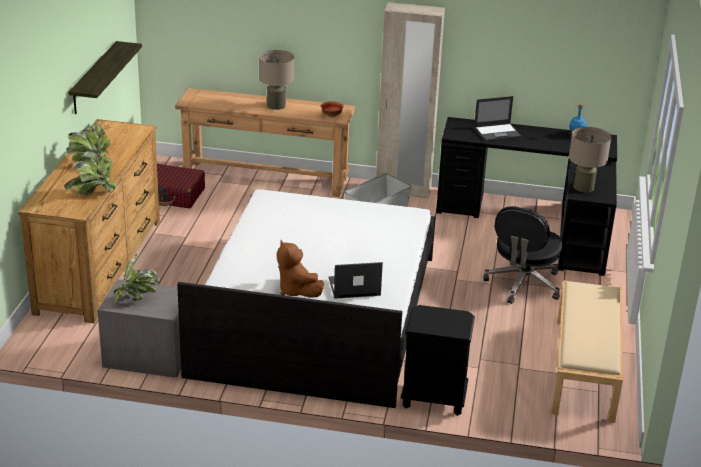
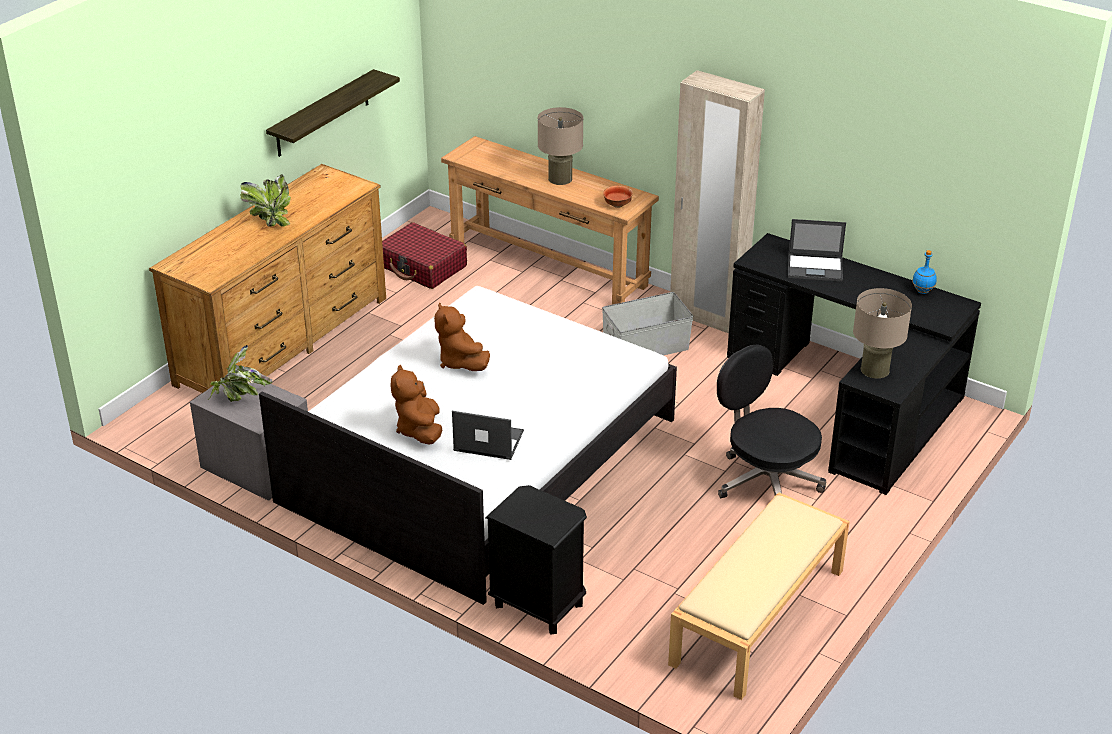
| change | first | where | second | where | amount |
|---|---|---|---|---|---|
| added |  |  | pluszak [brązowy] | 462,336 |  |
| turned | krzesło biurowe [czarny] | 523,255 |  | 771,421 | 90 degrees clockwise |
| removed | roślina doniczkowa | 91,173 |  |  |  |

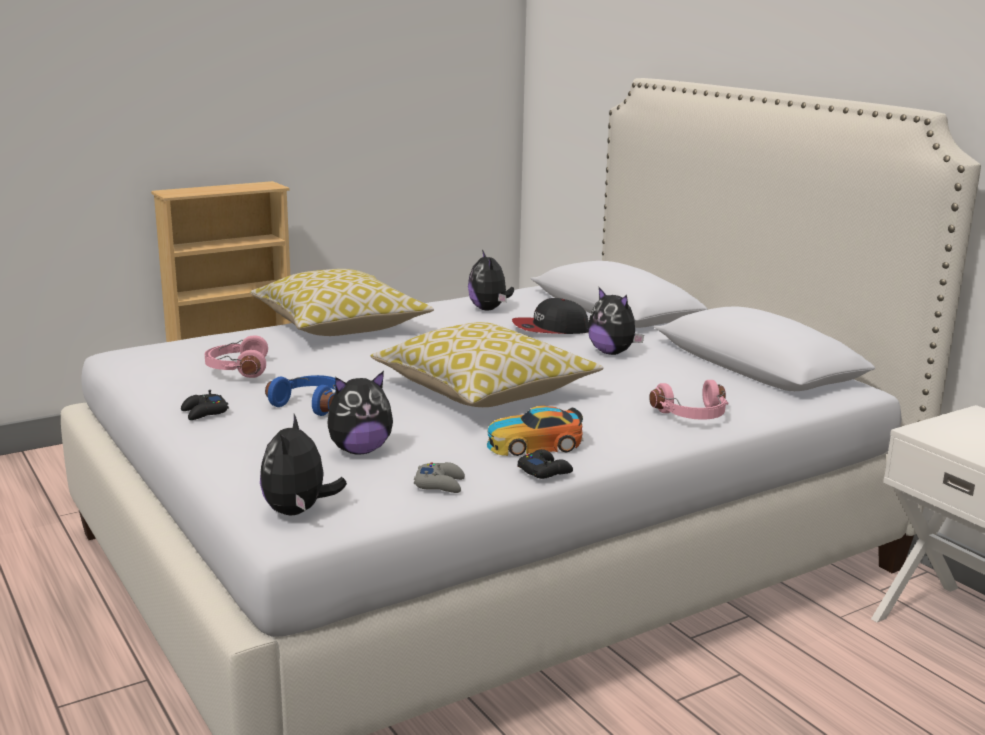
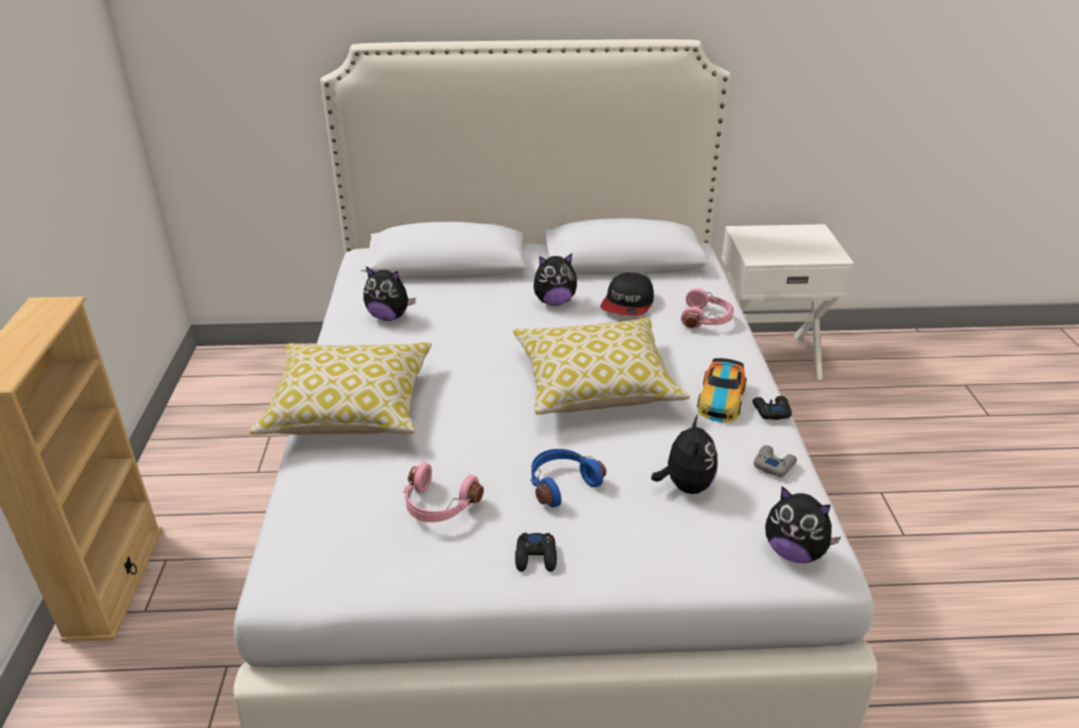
| change | first | where | second | where | amount |
|---|---|---|---|---|---|
| moved | czapka z daszkiem | 550,316 |  | 627,294 |  |

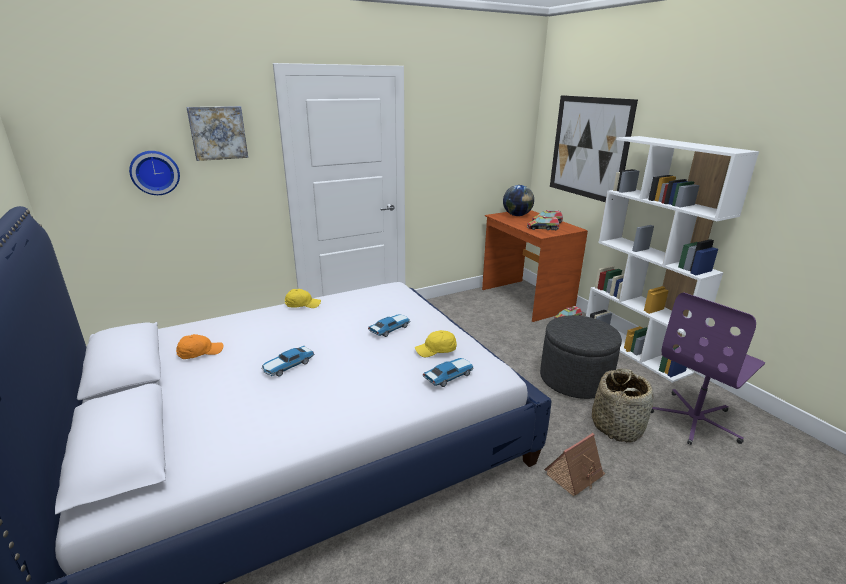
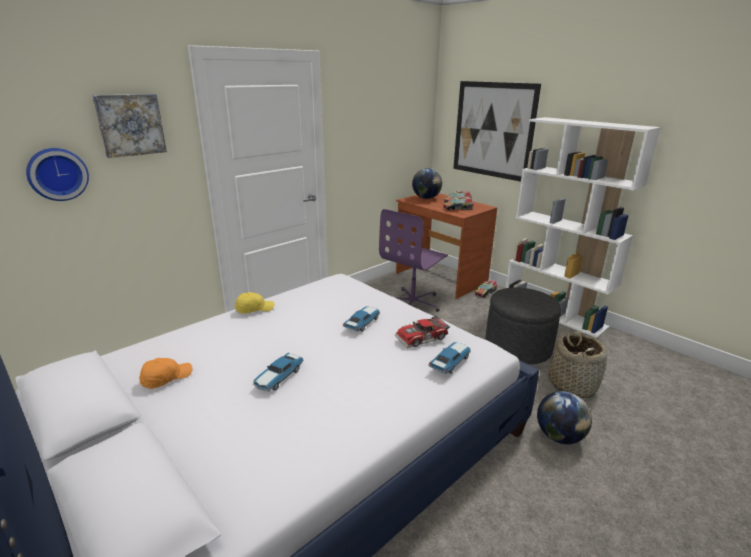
| change | first | where | second | where | amount |
|---|---|---|---|---|---|
| moved | krzesło biurowe [fioletowy] | 708,368 |  | 413,260 |  |
| replaced | czapka z daszkiem [żółty] | 436,343 | samochodzik | 422,331 |  |
| replaced | domek | 575,464 | globus | 564,417 |  |

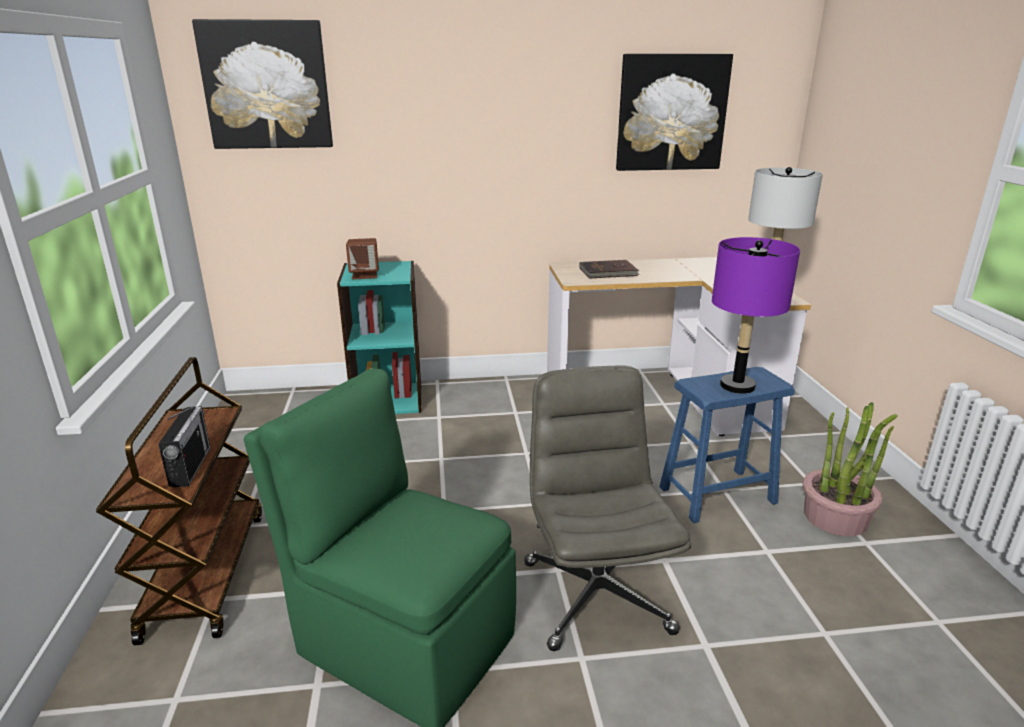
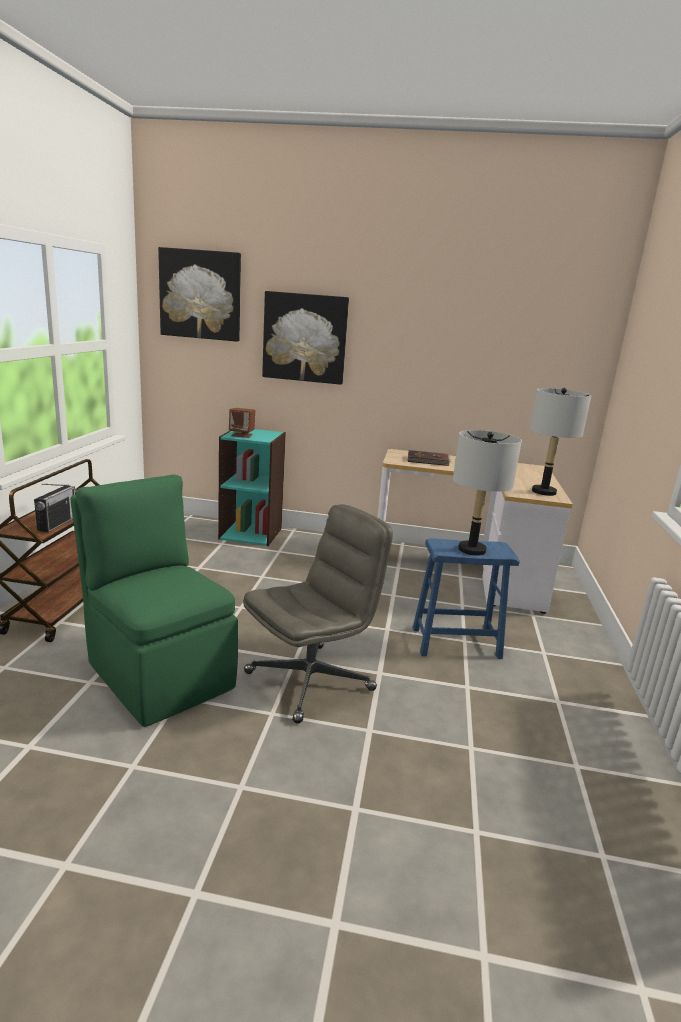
| change | first | where | second | where | amount |
|---|---|---|---|---|---|
| turned | krzesło biurowe [szary] | 607,508 |  | 318,614 | 45 degrees clockwise |
| moved | obraz | 674,112 |  | 305,338 |  |
| recoloured | lampa stołowa [fioletowy] | 756,315 | lampa stołowa [szary] | 487,493 |  |
| removed | roślina doniczkowa | 850,469 |  |  |  |

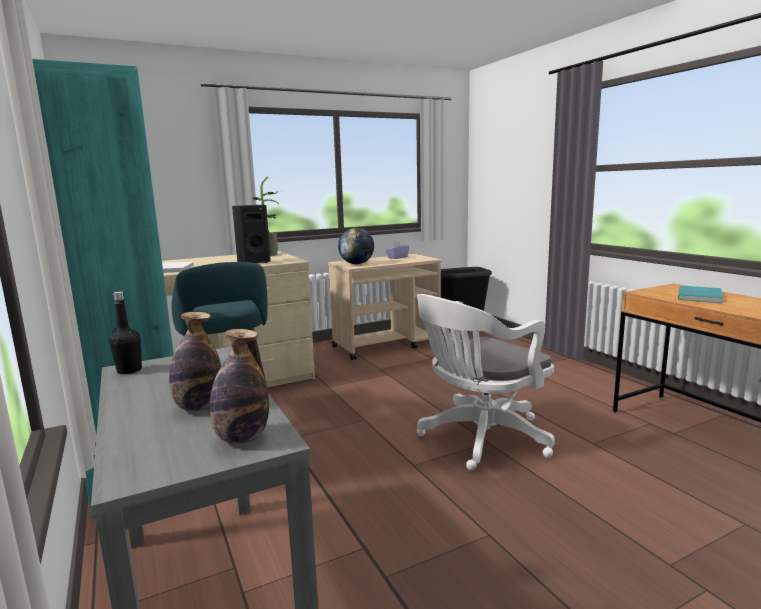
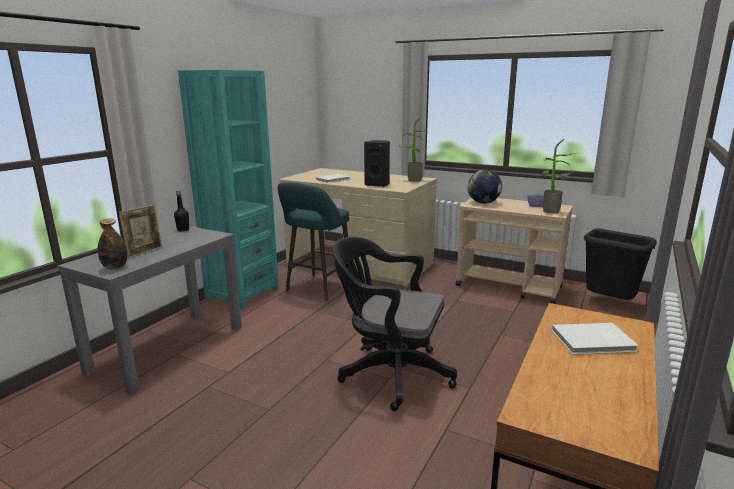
| change | first | where | second | where | amount |
|---|---|---|---|---|---|
| replaced | butelka | 195,361 | ramka na zdjęcie | 140,231 |  |
| recoloured | krzesło biurowe [biały] | 486,382 | krzesło biurowe [czarny] | 395,324 |  |
| added |  |  | roślina doniczkowa | 559,176 |  |
| recoloured | książka [turkusowy] | 700,294 | książka [biały] | 595,339 |  |

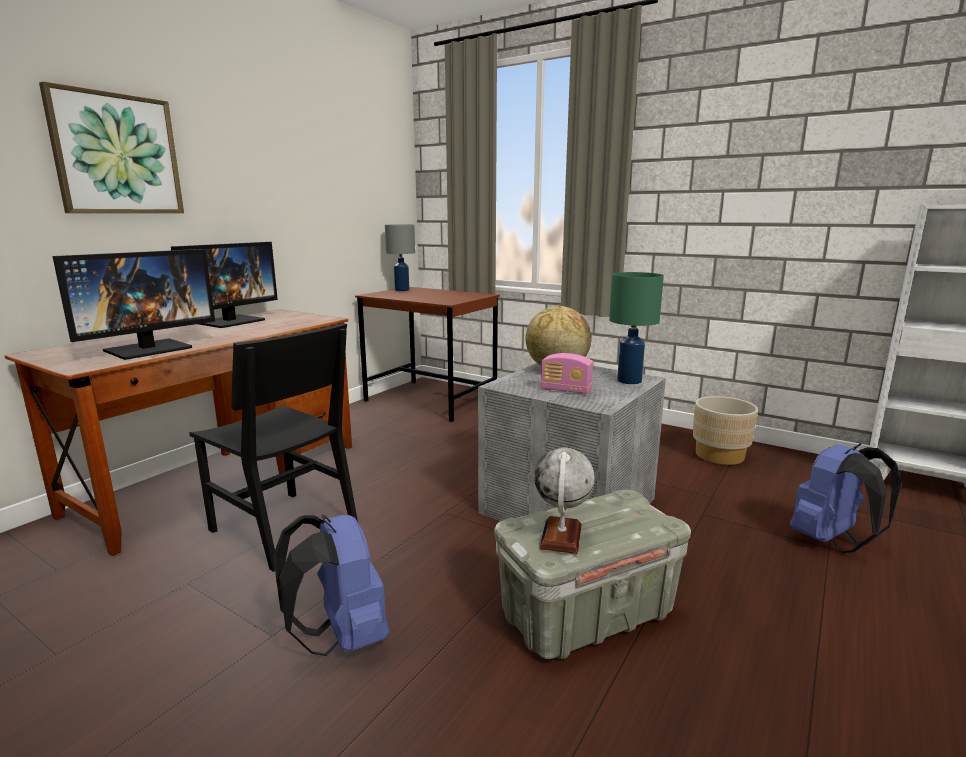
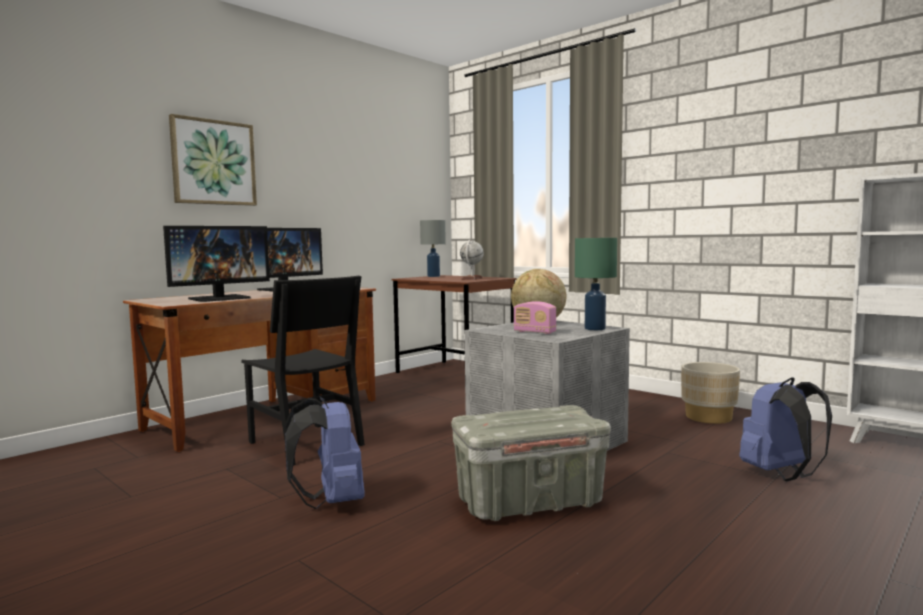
| change | first | where | second | where | amount |
|---|---|---|---|---|---|
| moved | globus | 564,500 |  | 472,260 |  |

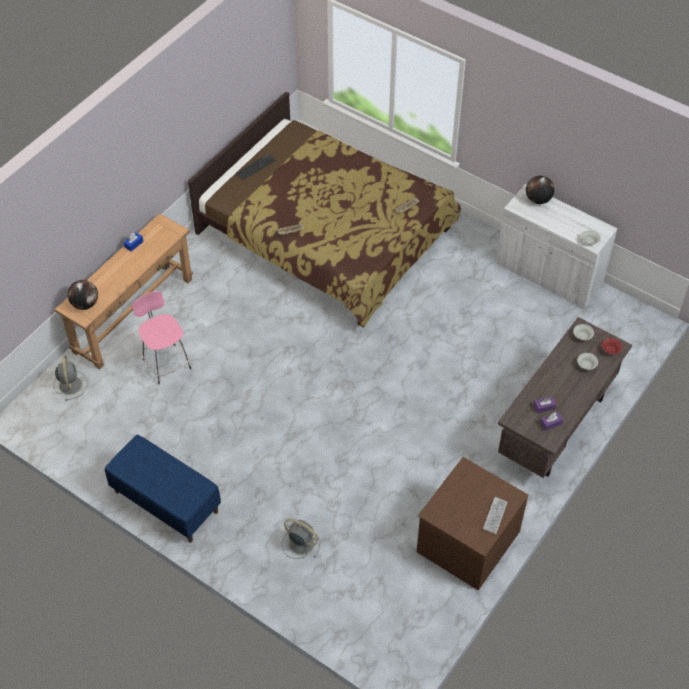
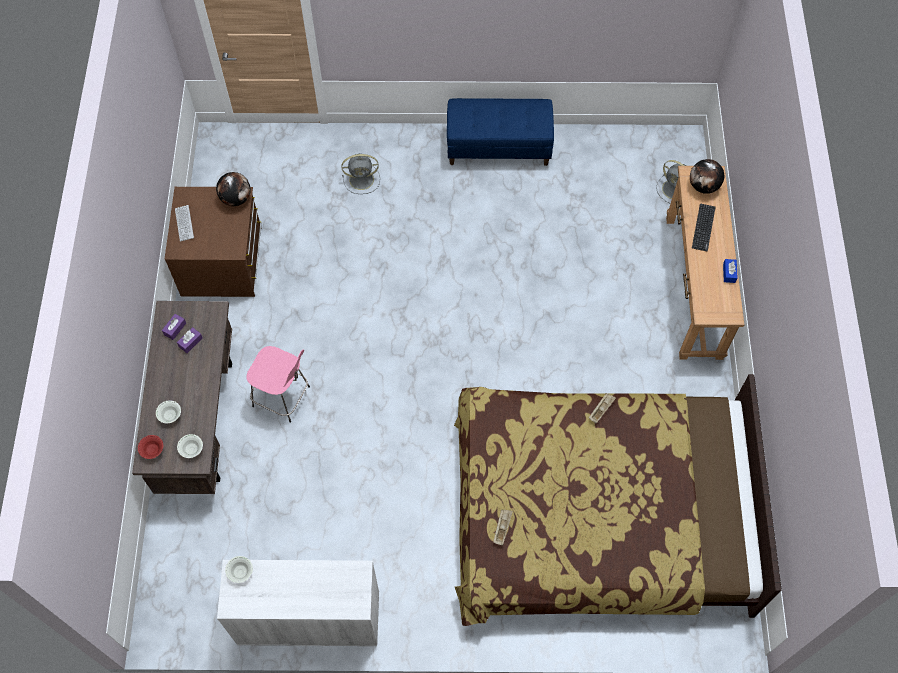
| change | first | where | second | where | amount |
|---|---|---|---|---|---|
| moved | globus | 540,190 |  | 233,189 |  |
| moved | stołek [różowy] | 161,337 |  | 278,384 |  |
| moved | klawiatura | 256,167 |  | 704,227 |  |

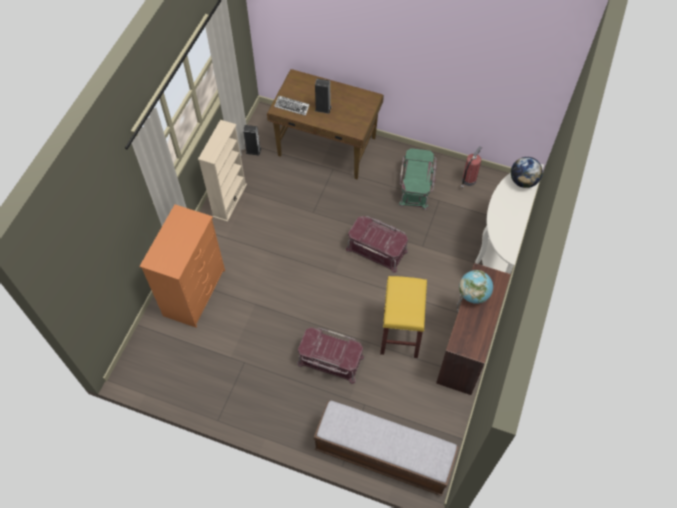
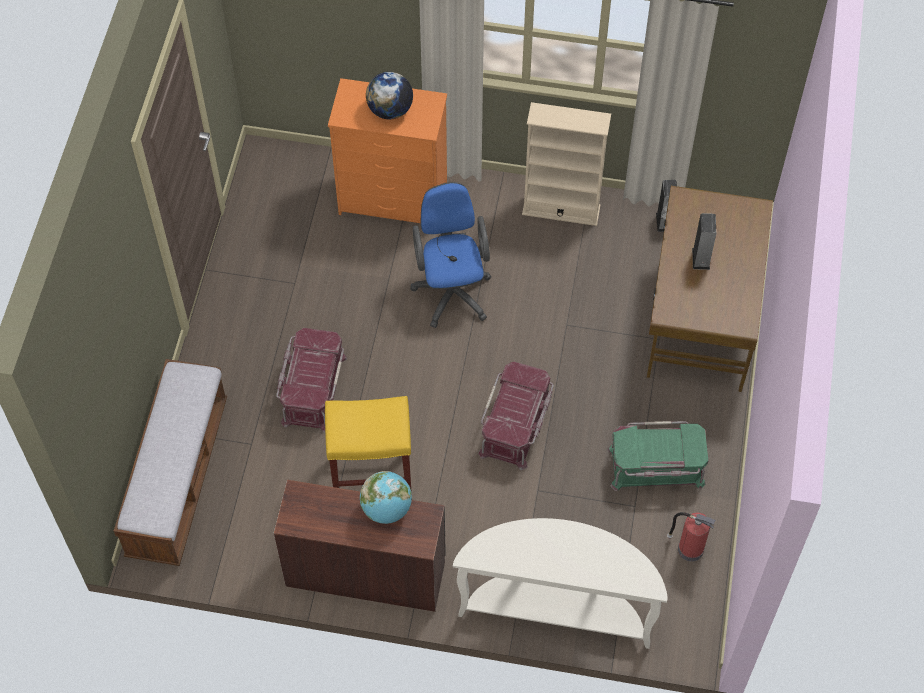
| change | first | where | second | where | amount |
|---|---|---|---|---|---|
| moved | globus | 527,172 |  | 389,95 |  |
| added |  |  | krzesło biurowe [niebieski] | 450,255 |  |
| removed | klawiatura | 292,105 |  |  |  |

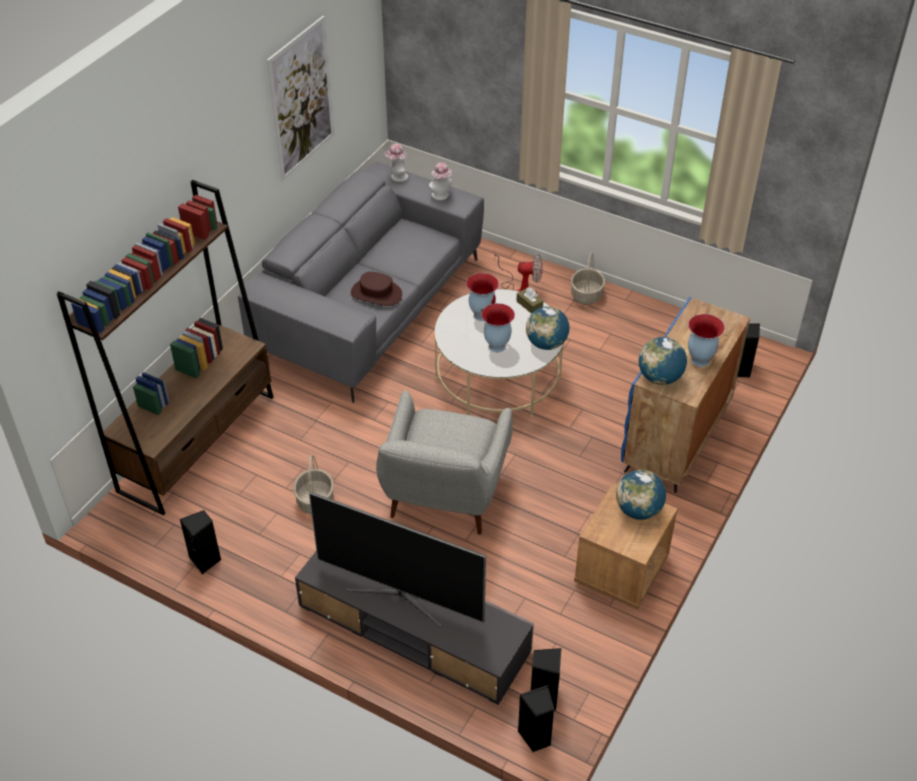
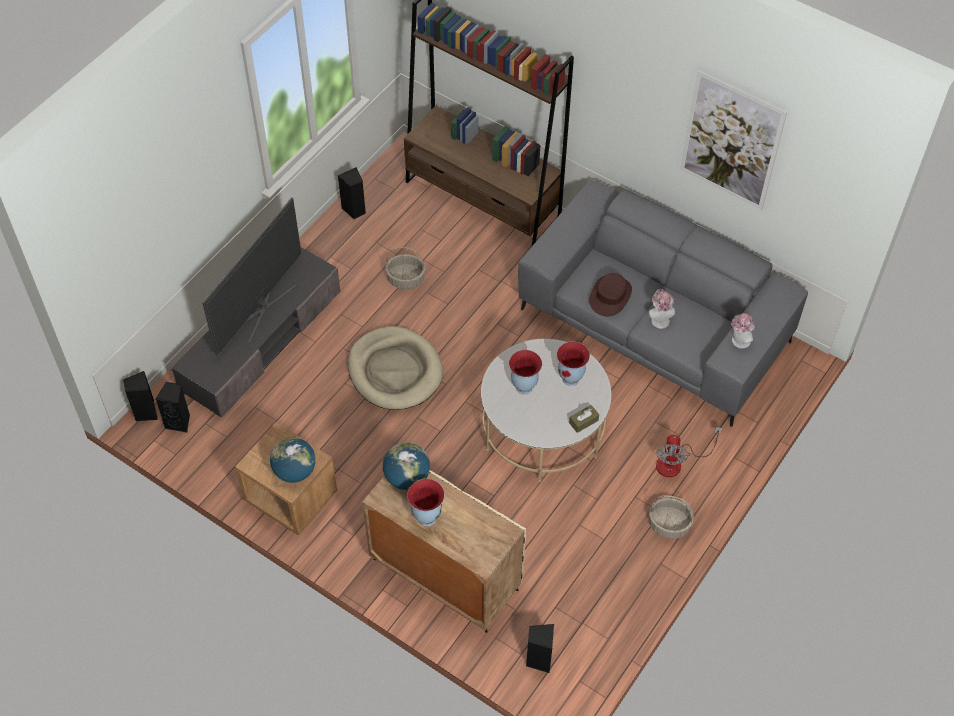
| change | first | where | second | where | amount |
|---|---|---|---|---|---|
| replaced | fotel [szary] | 444,462 | legowisko [beżowy] | 395,368 |  |
| recoloured | szafka [niebieski] | 685,395 | szafka [beżowy] | 444,551 |  |
| moved | kapelusz | 396,163 |  | 662,309 |  |
| removed | globus | 547,328 |  |  |  |

